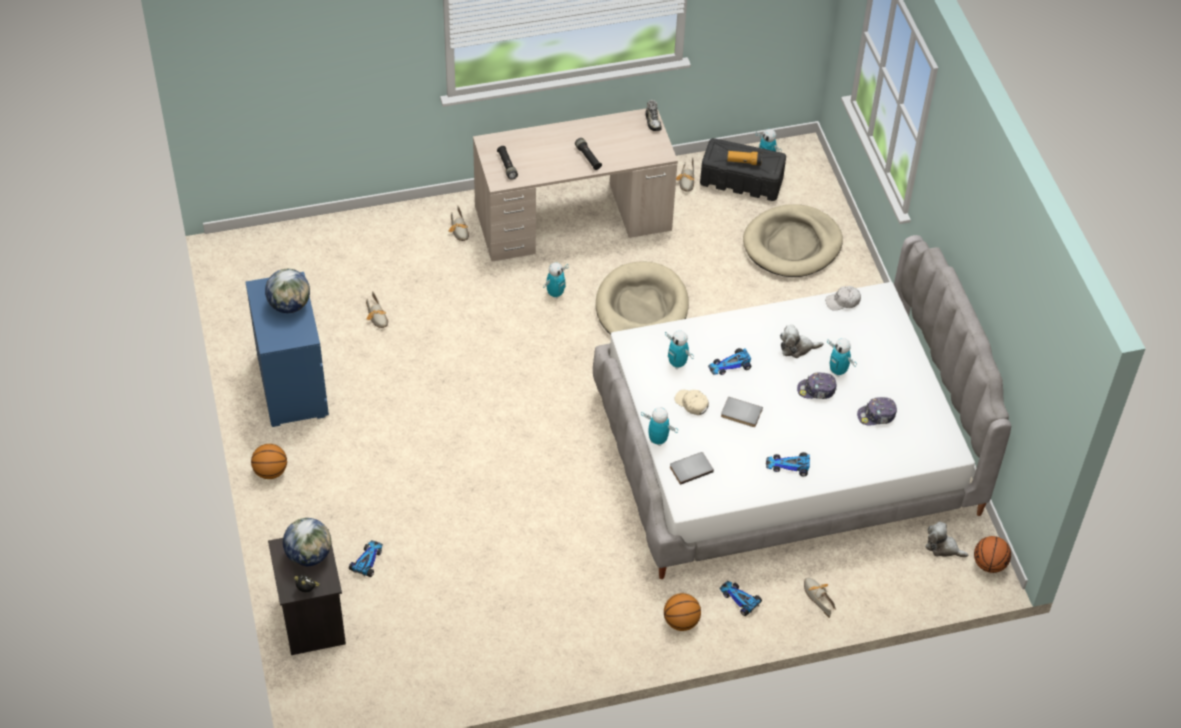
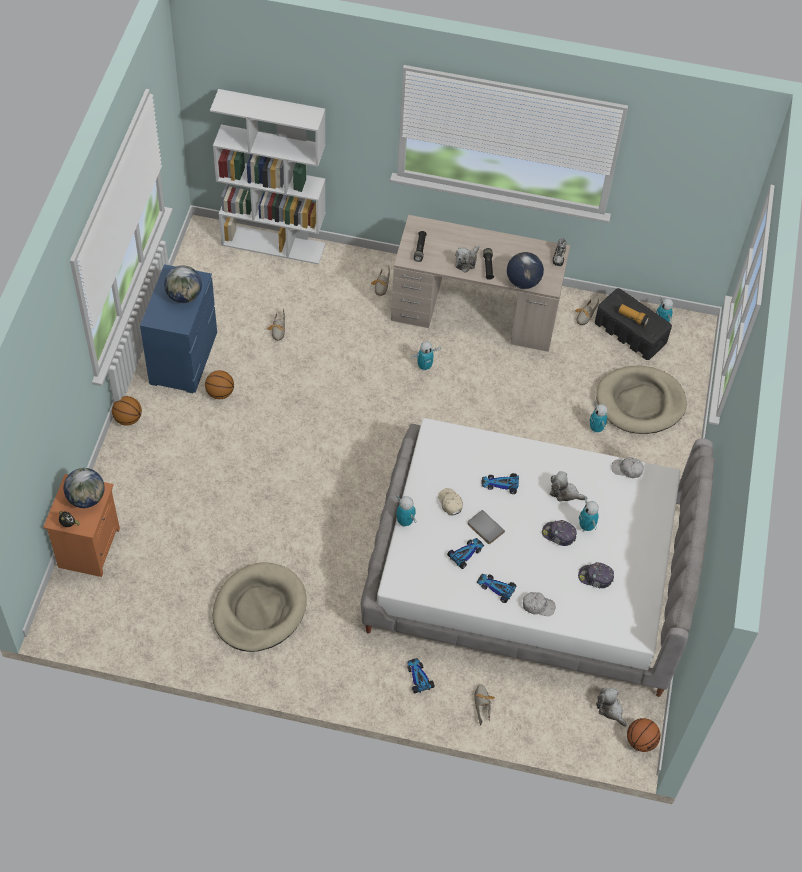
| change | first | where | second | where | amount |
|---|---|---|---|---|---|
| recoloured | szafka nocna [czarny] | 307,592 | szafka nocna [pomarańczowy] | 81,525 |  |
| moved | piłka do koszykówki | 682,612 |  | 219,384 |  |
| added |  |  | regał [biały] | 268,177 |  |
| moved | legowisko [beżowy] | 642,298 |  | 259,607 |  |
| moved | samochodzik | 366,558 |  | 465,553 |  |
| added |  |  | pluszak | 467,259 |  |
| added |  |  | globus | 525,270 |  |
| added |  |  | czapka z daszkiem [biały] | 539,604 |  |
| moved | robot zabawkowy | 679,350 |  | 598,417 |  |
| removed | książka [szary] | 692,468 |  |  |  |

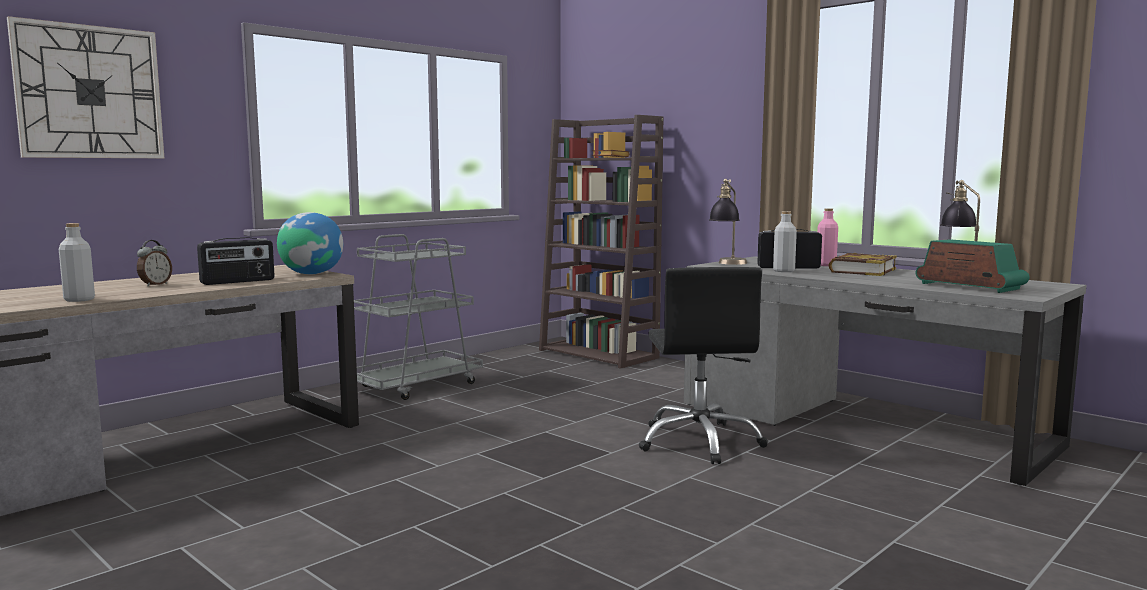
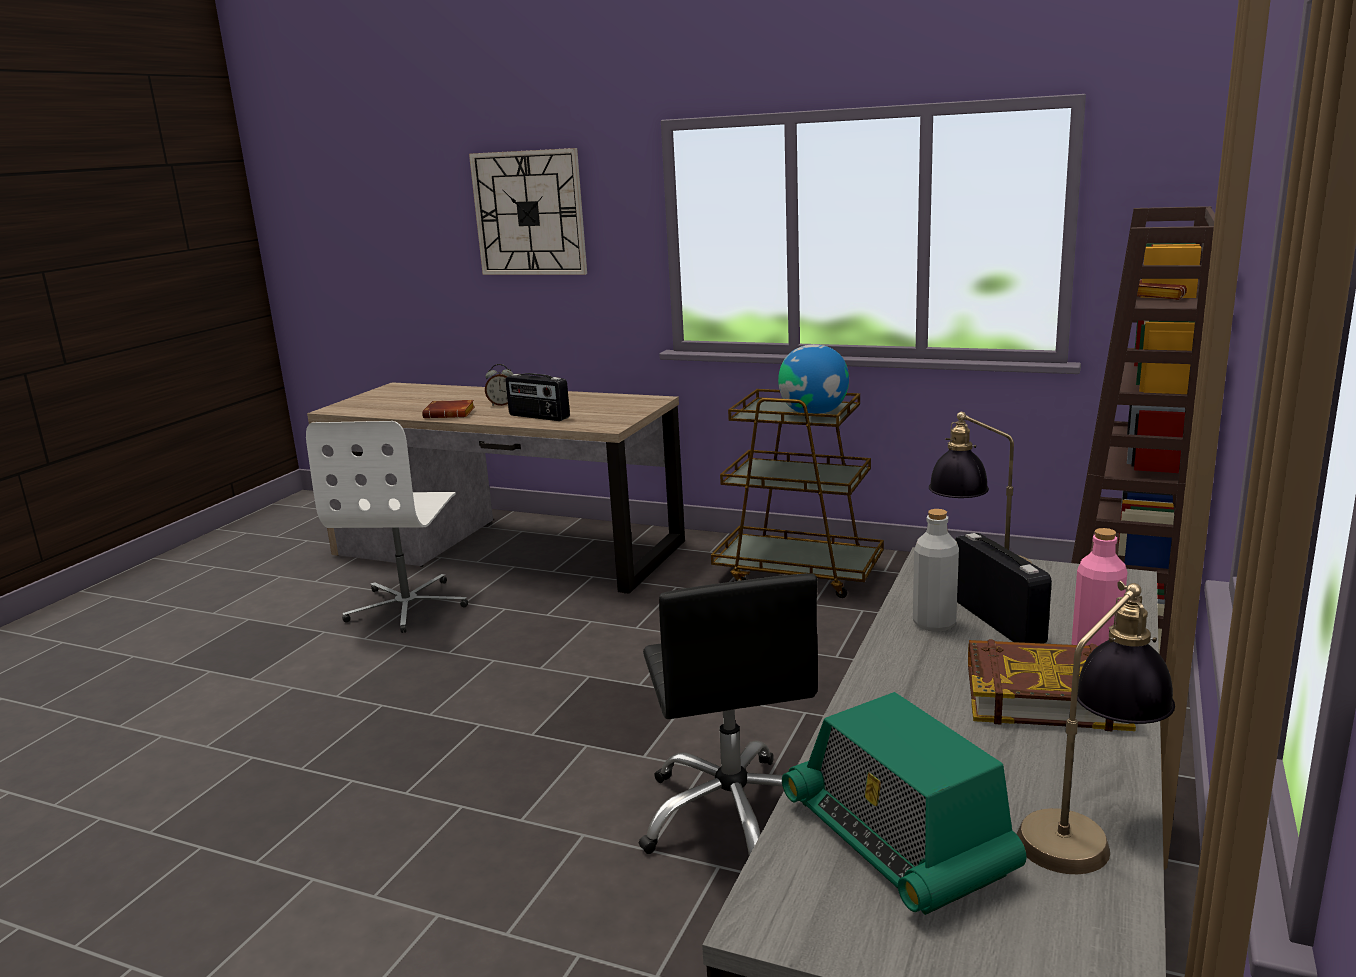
| change | first | where | second | where | amount |
|---|---|---|---|---|---|
| added |  |  | krzesło biurowe [biały] | 387,527 |  |
| added |  |  | książka [brązowy] | 448,409 |  |
| turned | krzesło biurowe [czarny] | 703,365 |  | 728,714 | 75 degrees counterclockwise |
| recoloured | wózek [szary] | 418,317 | wózek [brązowy] | 797,493 |  |
| moved | globus | 310,243 |  | 813,379 |  |
| turned | radio | 973,266 |  | 904,803 | 120 degrees clockwise |
| removed | butelka [szary] | 77,262 |  |  |  |

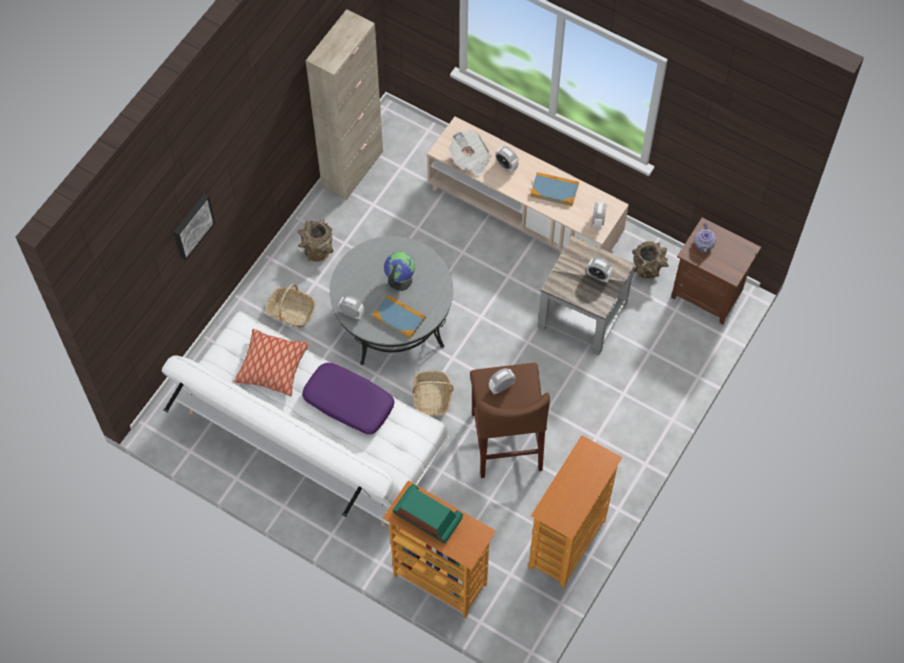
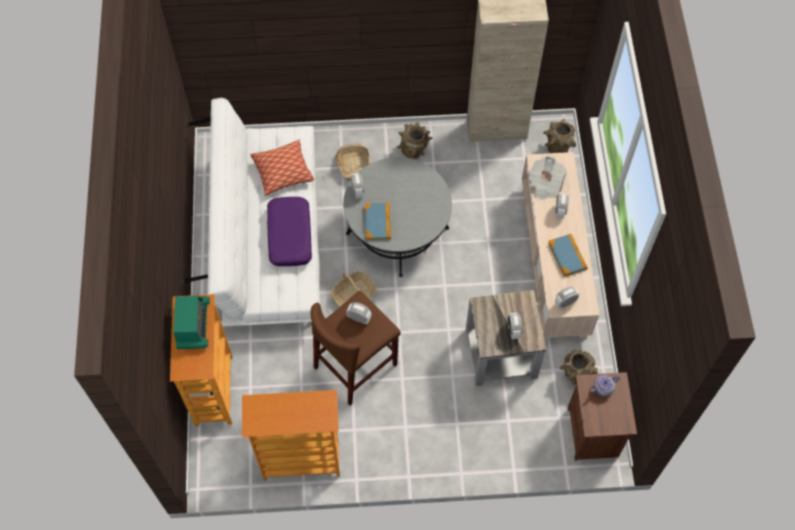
| change | first | where | second | where | amount |
|---|---|---|---|---|---|
| added |  |  | wazon [brązowy] | 559,136 |  |
| removed | obraz | 194,227 |  |  |  |
| removed | globus | 399,271 |  |  |  |

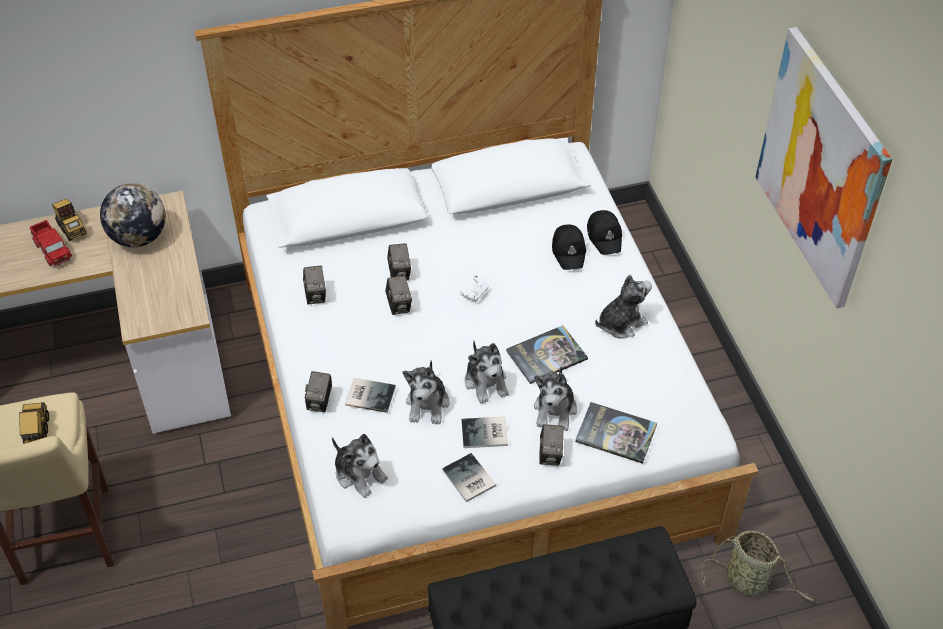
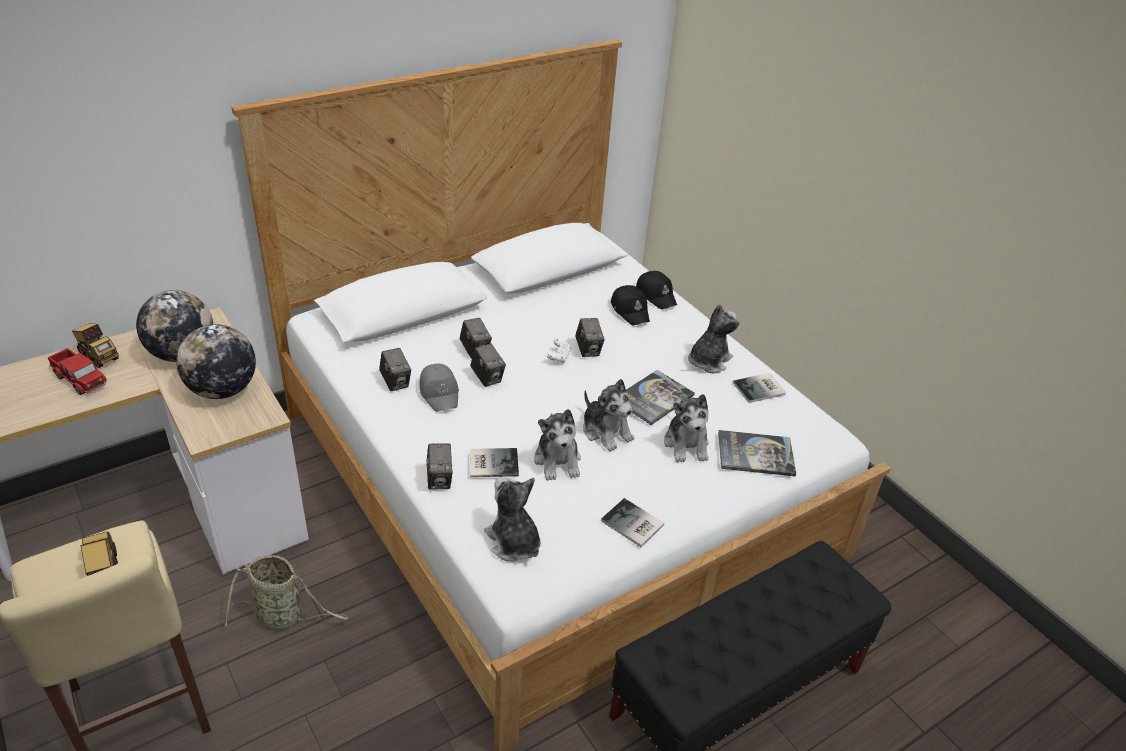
| change | first | where | second | where | amount |
|---|---|---|---|---|---|
| added |  |  | globus | 216,361 |  |
| moved | koszyk | 758,565 |  | 286,592 |  |
| added |  |  | czapka z daszkiem [szary] | 439,388 |  |
| turned | pluszak | 360,466 |  | 512,519 | 150 degrees counterclockwise |
| moved | aparat fotograficzny | 551,445 |  | 590,337 |  |
| moved | książka | 485,432 |  | 759,388 |  |
| removed | obraz | 824,167 |  |  |  |

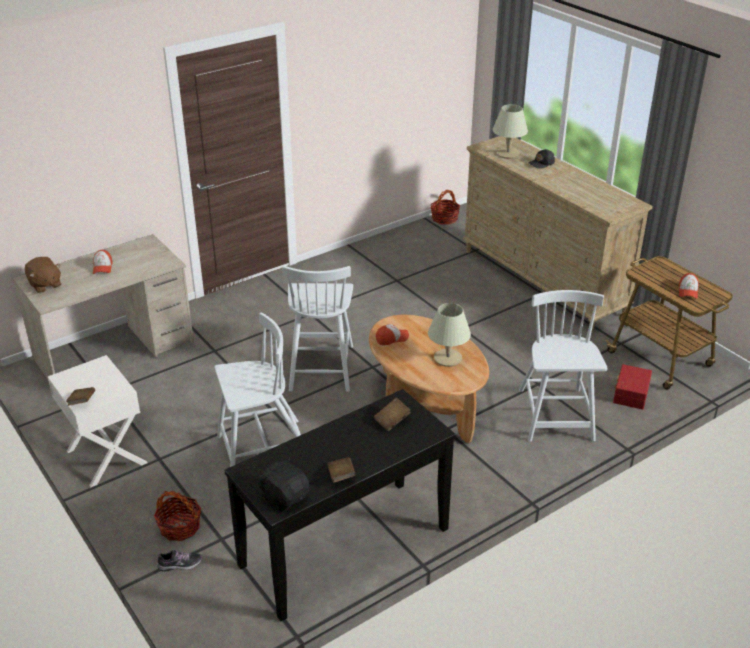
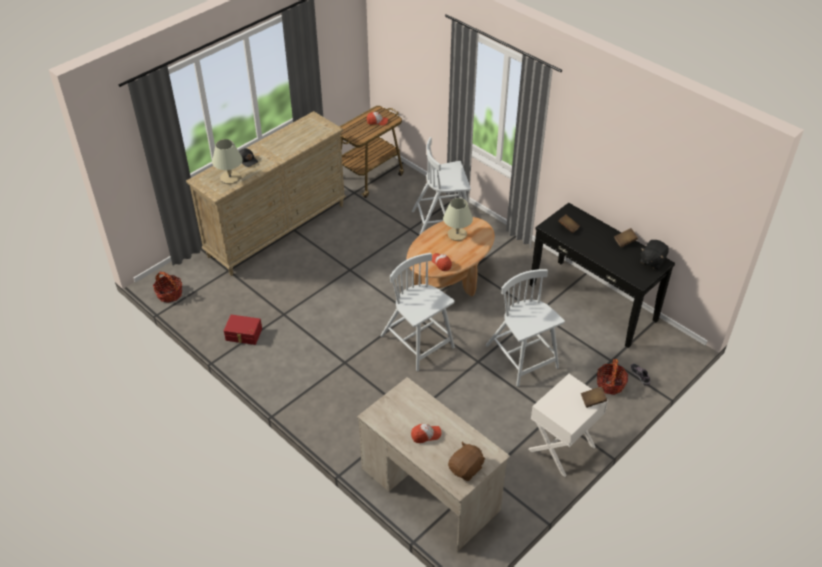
| change | first | where | second | where | amount |
|---|---|---|---|---|---|
| moved | pojemnik do przechowywania [czerwony] | 632,387 |  | 243,330 |  |
| turned | krzesło [biały] | 317,329 |  | 417,312 | 120 degrees counterclockwise |

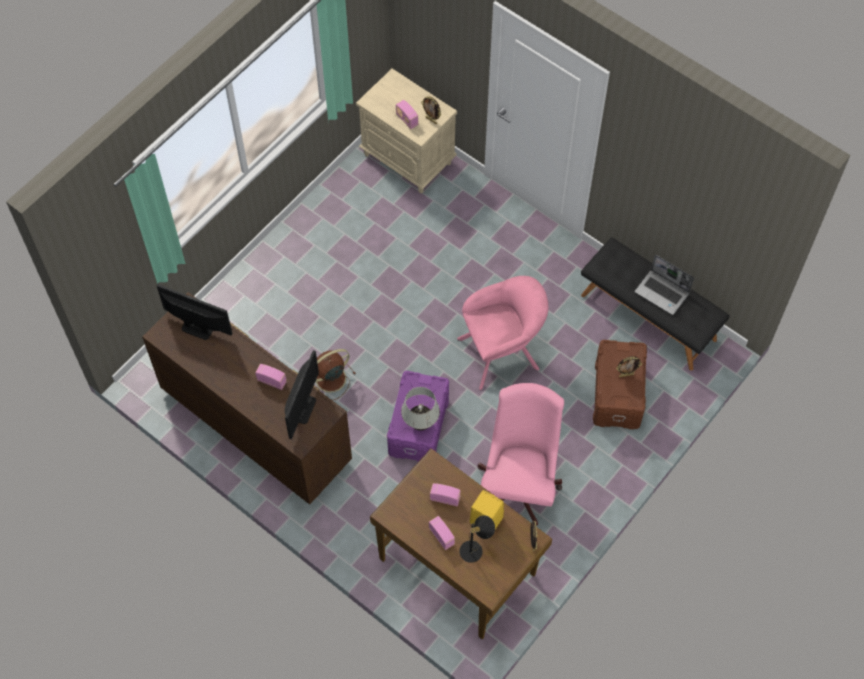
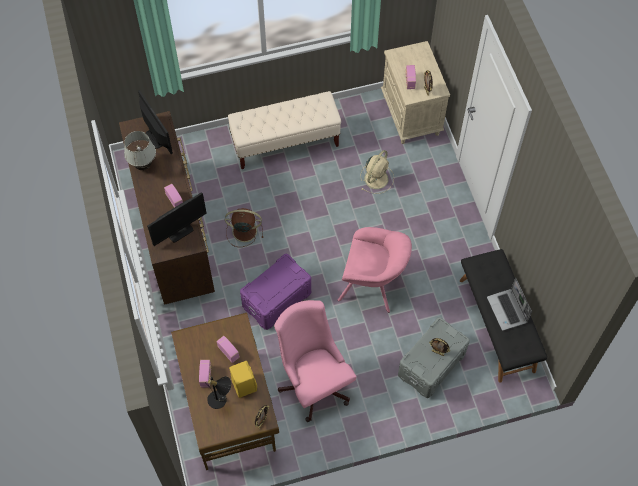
| change | first | where | second | where | amount |
|---|---|---|---|---|---|
| moved | lampa stołowa [biały] | 420,409 |  | 140,150 |  |
| added |  |  | ławka [beżowy] | 284,130 |  |
| turned | krzesło biurowe [różowy] | 521,454 |  | 315,361 | 75 degrees counterclockwise |
| added |  |  | wentylator [beżowy] | 377,172 |  |
| recoloured | pojemnik do przechowywania [brązowy] | 620,384 | pojemnik do przechowywania [szary] | 434,357 |  |

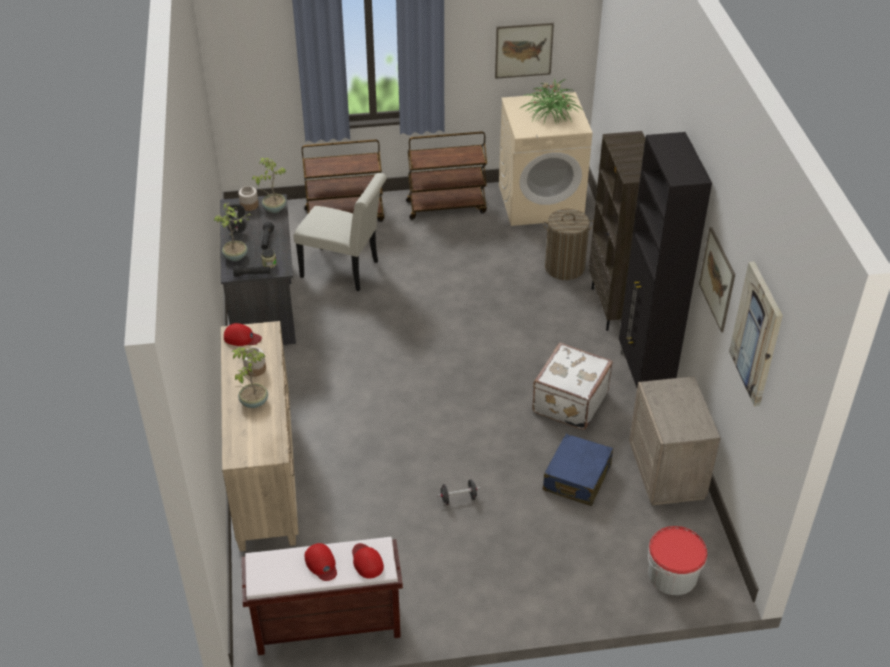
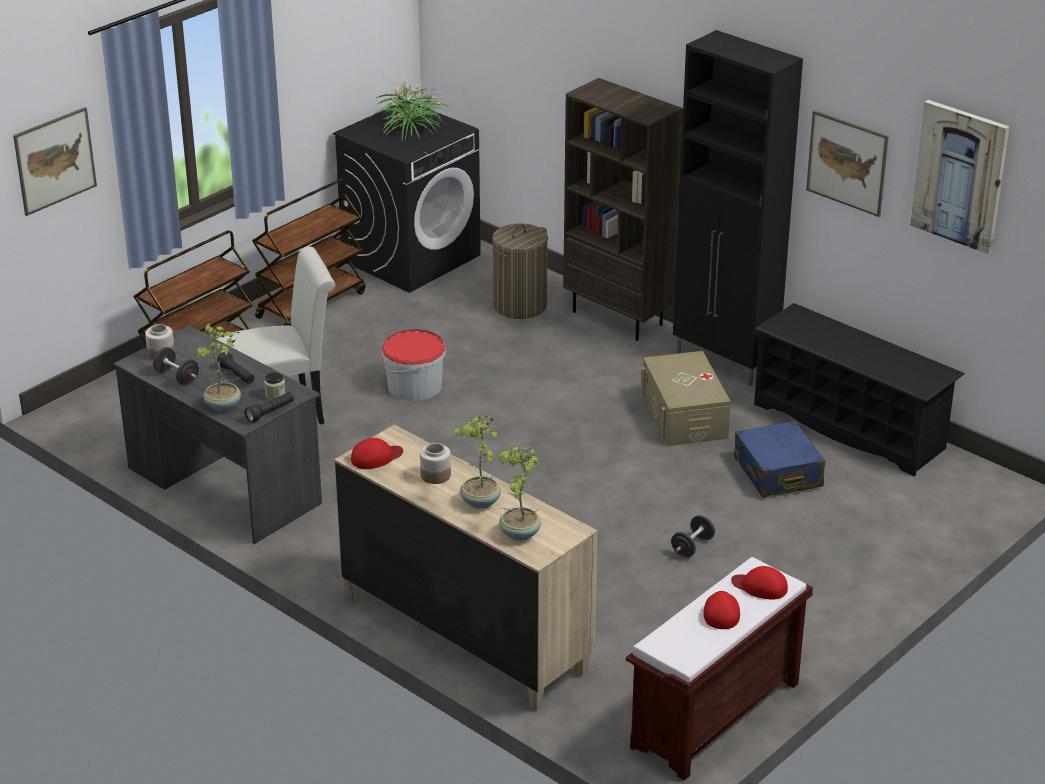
| change | first | where | second | where | amount |
|---|---|---|---|---|---|
| moved | obraz | 524,51 |  | 55,161 |  |
| recoloured | pralka [beżowy] | 545,159 | pralka [czarny] | 407,197 |  |
| moved | wiadro | 677,560 |  | 414,365 |  |
| moved | roślina doniczkowa | 269,185 |  | 519,494 |  |
| replaced | walizka [biały] | 572,386 | pojemnik do przechowywania [beżowy] | 686,398 |  |
| turned | czapka z daszkiem [czerwony] | 321,562 |  | 721,610 | 105 degrees counterclockwise |
| replaced | szafka nocna [beżowy] | 674,440 | regał na buty [czarny] | 859,390 |  |

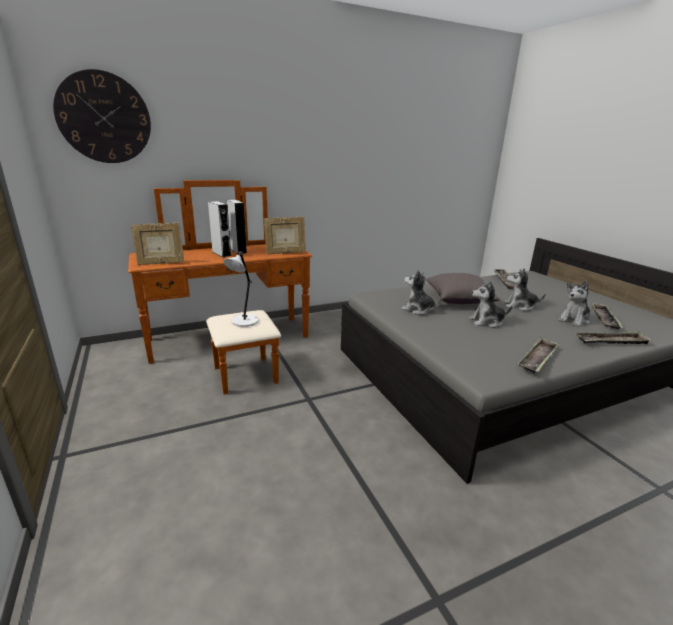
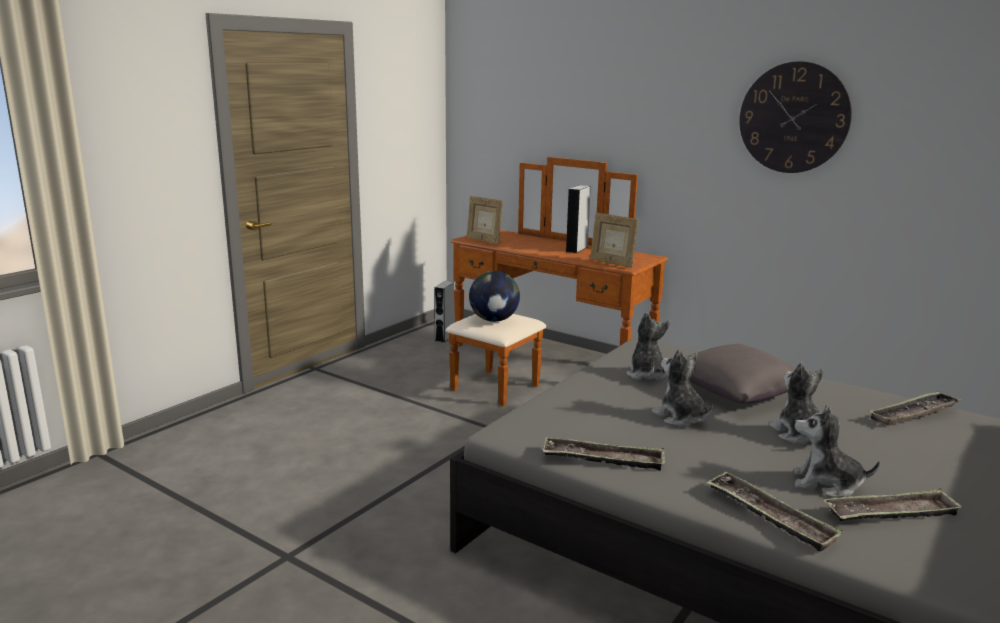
| change | first | where | second | where | amount |
|---|---|---|---|---|---|
| moved | głośnik [szary] | 219,229 |  | 444,312 |  |
| replaced | lampa stołowa [biały] | 241,289 | globus | 494,296 |  |
| moved | zegar ścienny | 102,116 |  | 795,117 |  |

